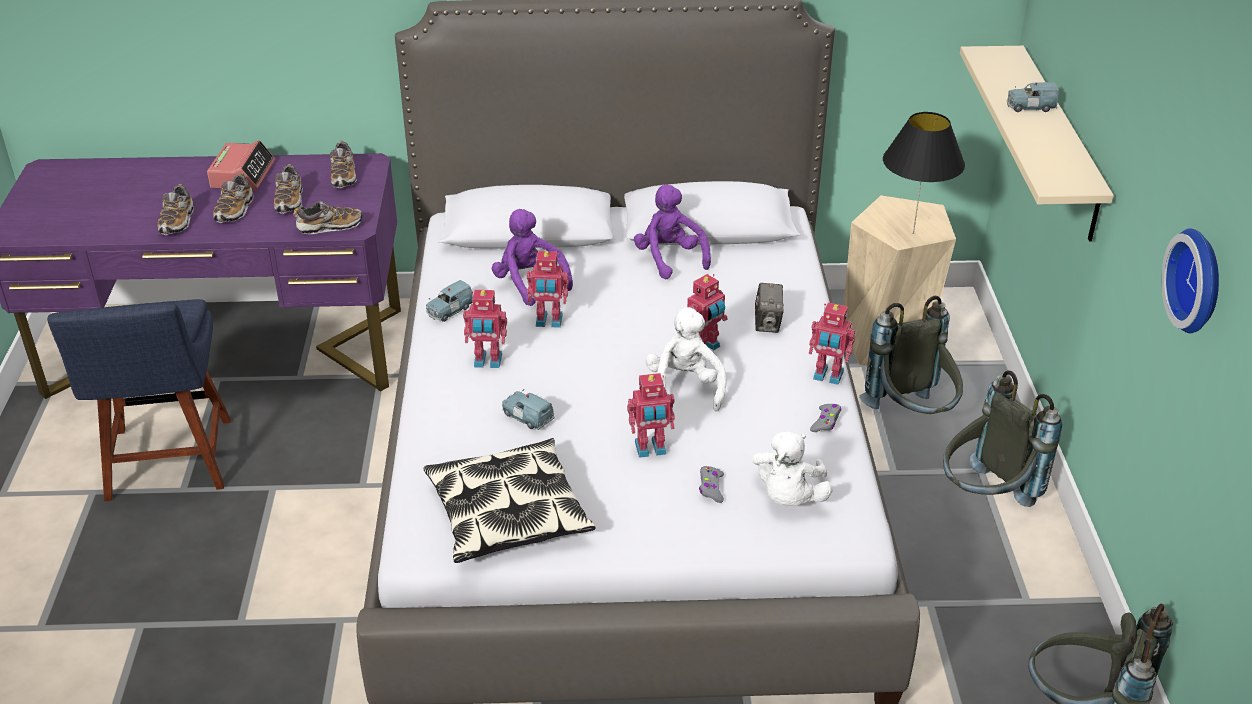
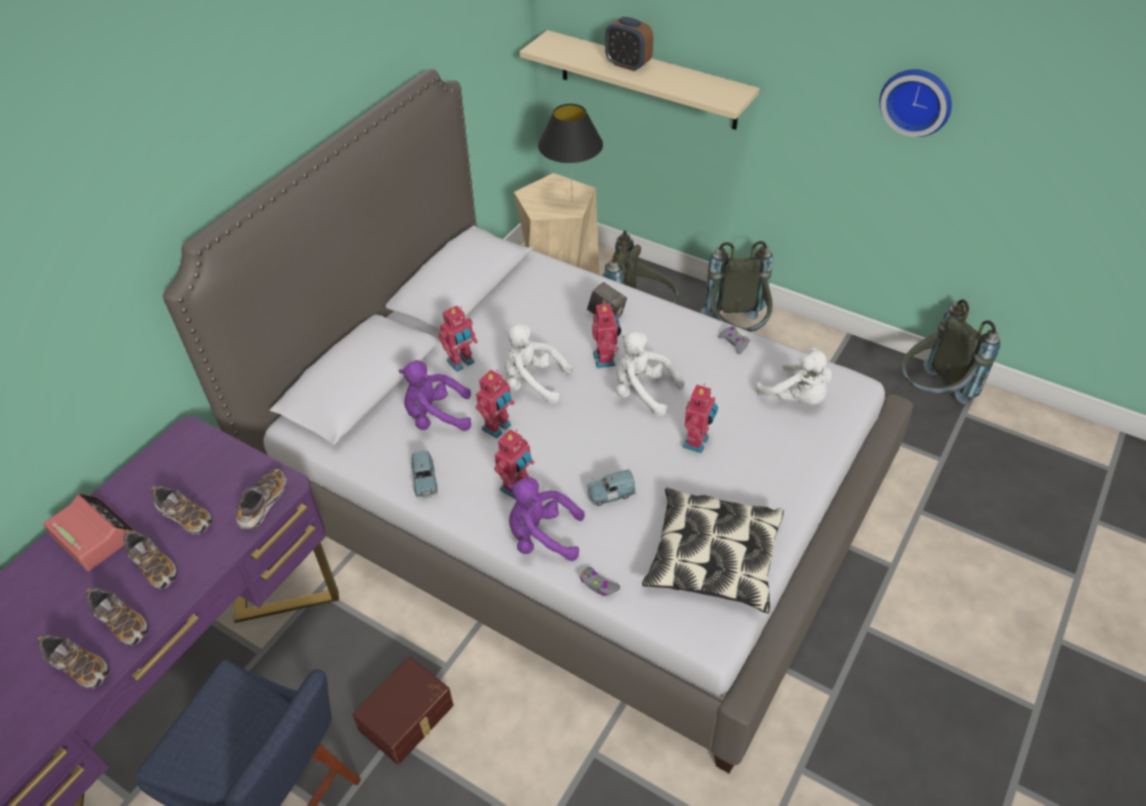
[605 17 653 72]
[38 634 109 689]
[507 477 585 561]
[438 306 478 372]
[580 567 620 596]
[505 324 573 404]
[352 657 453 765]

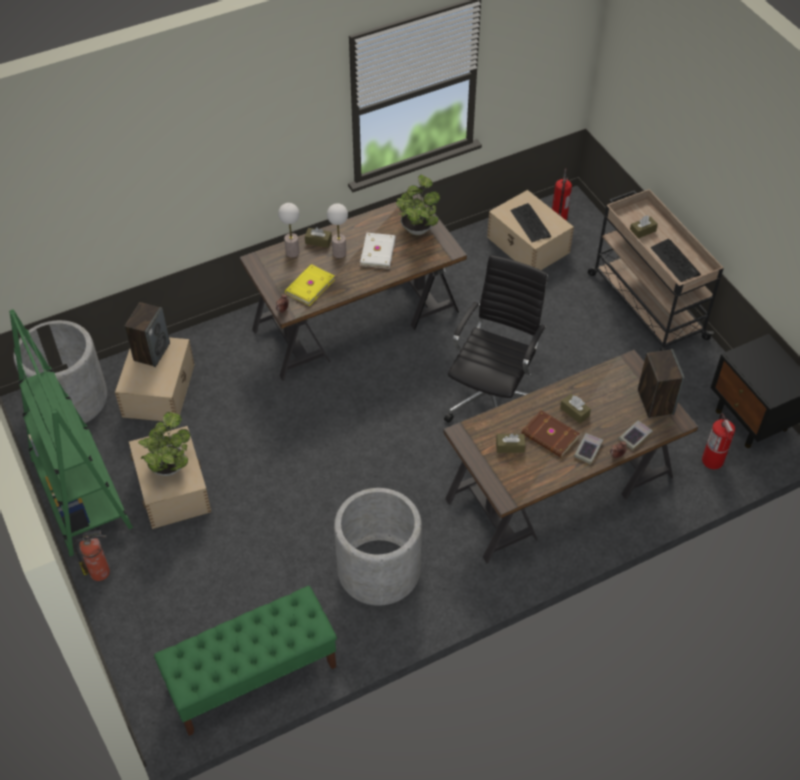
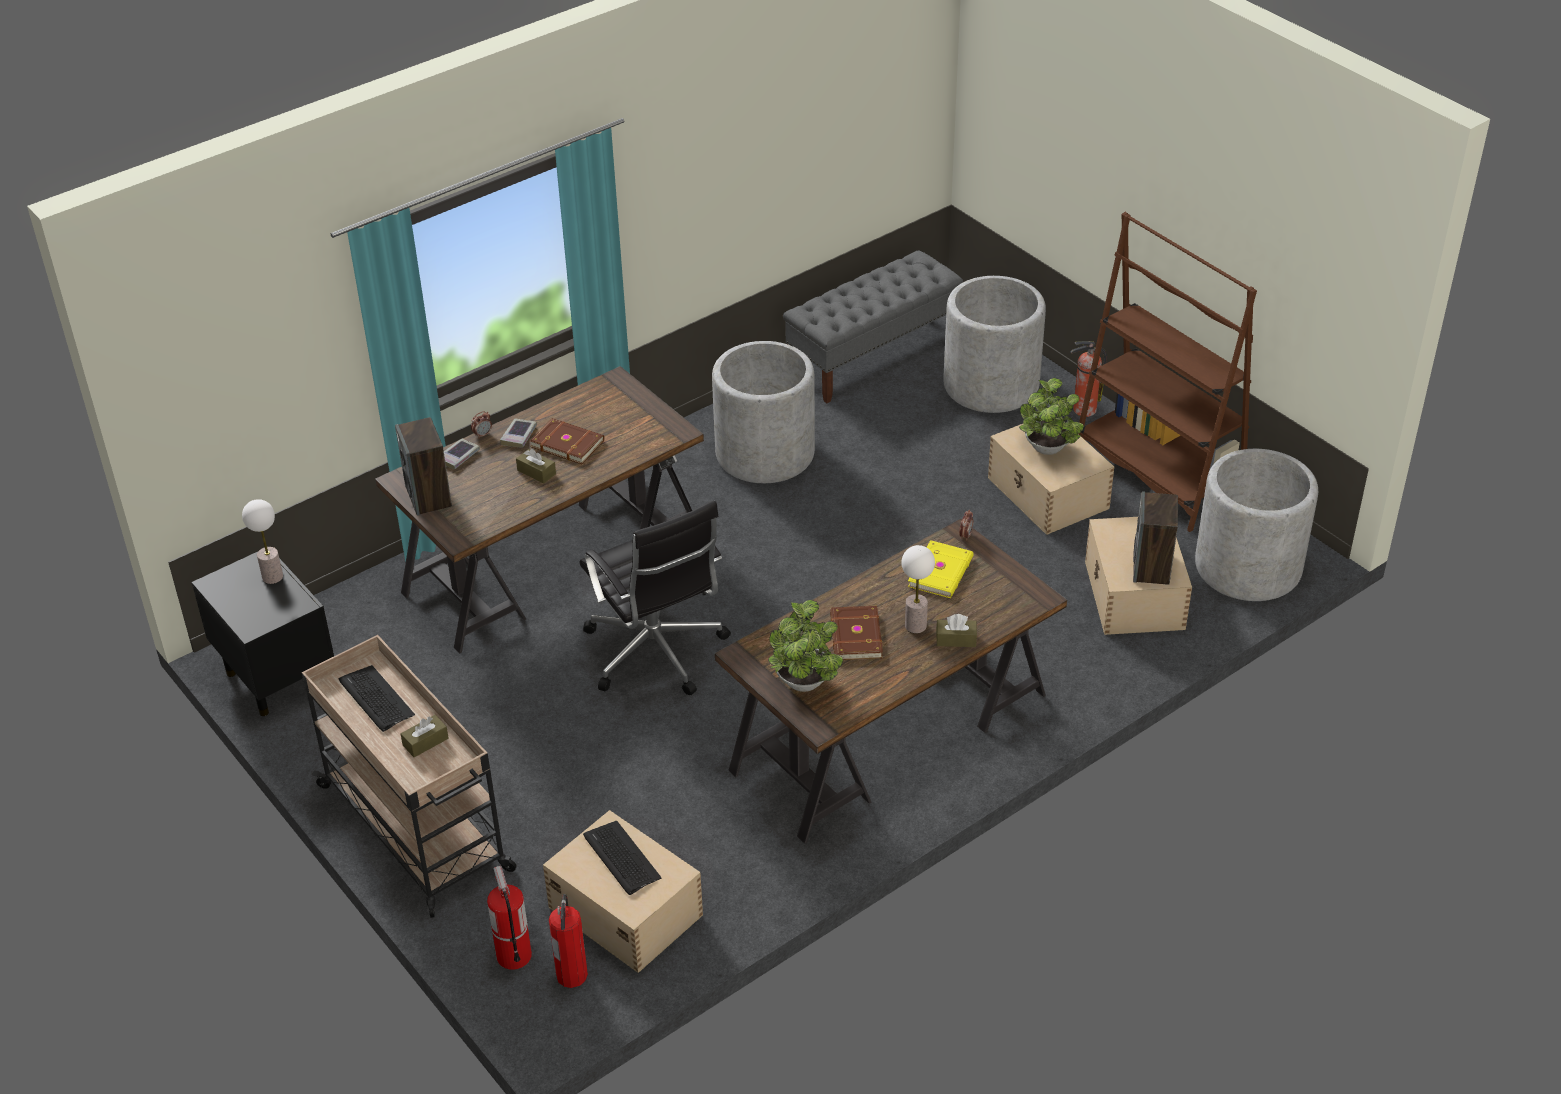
[242 499 283 584]
[830 606 883 660]
[580 500 731 695]
[1079 212 1257 532]
[487 866 532 970]
[496 434 526 453] (first image)
[783 250 963 403]
[943 276 1046 413]

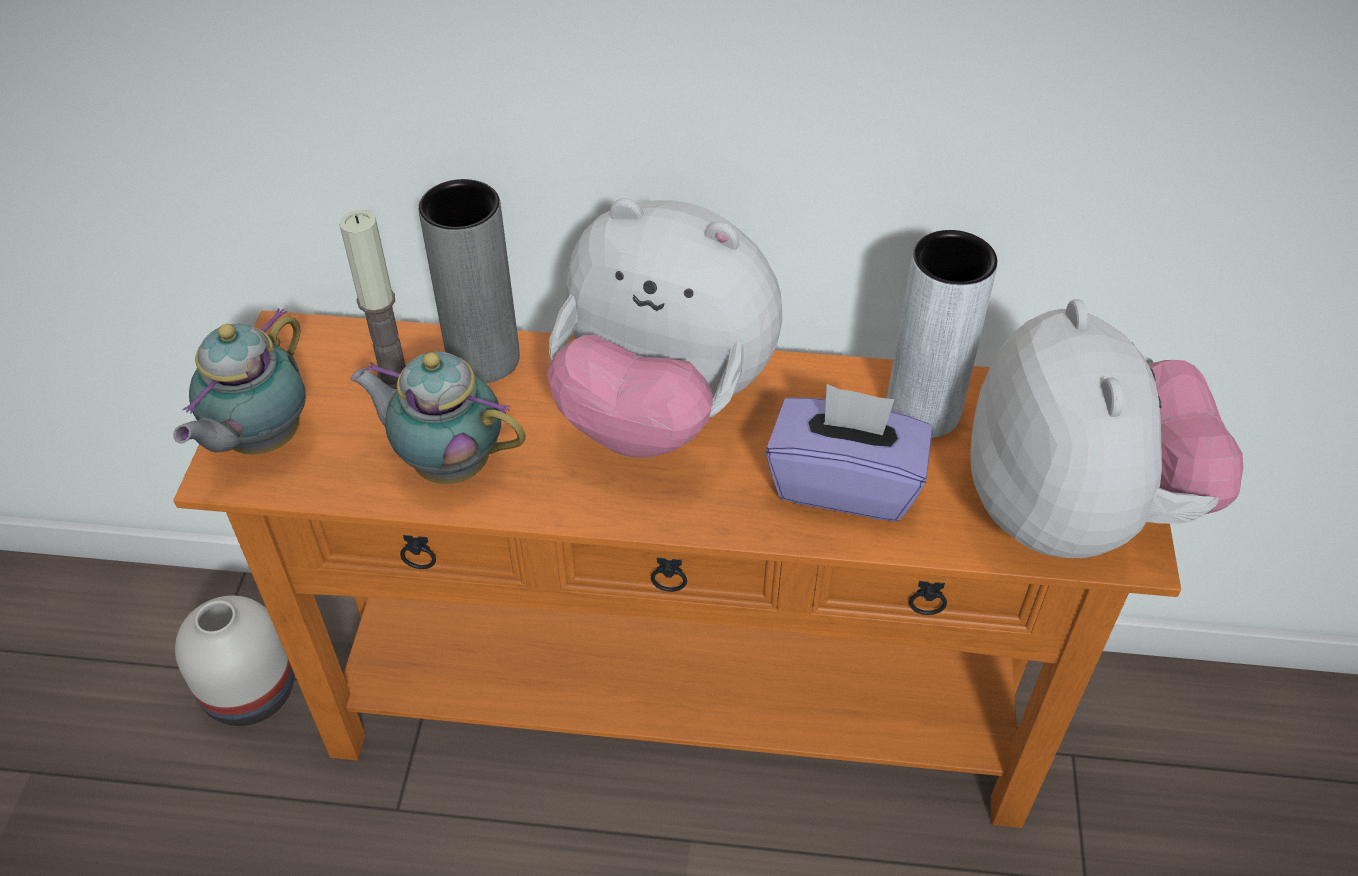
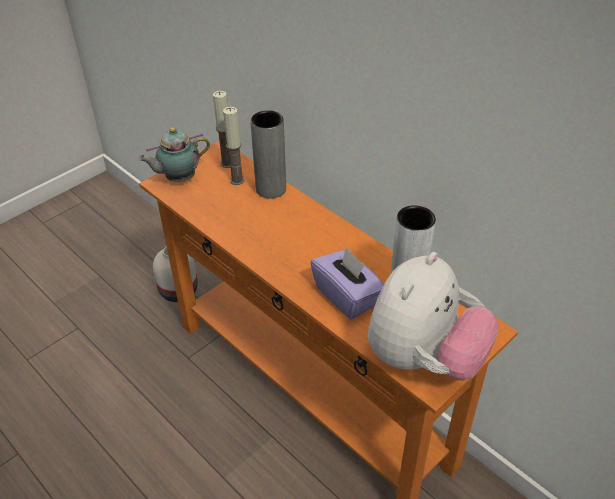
[547 198 783 458] (first image)
[351 351 526 484] (first image)
[213 91 230 168]

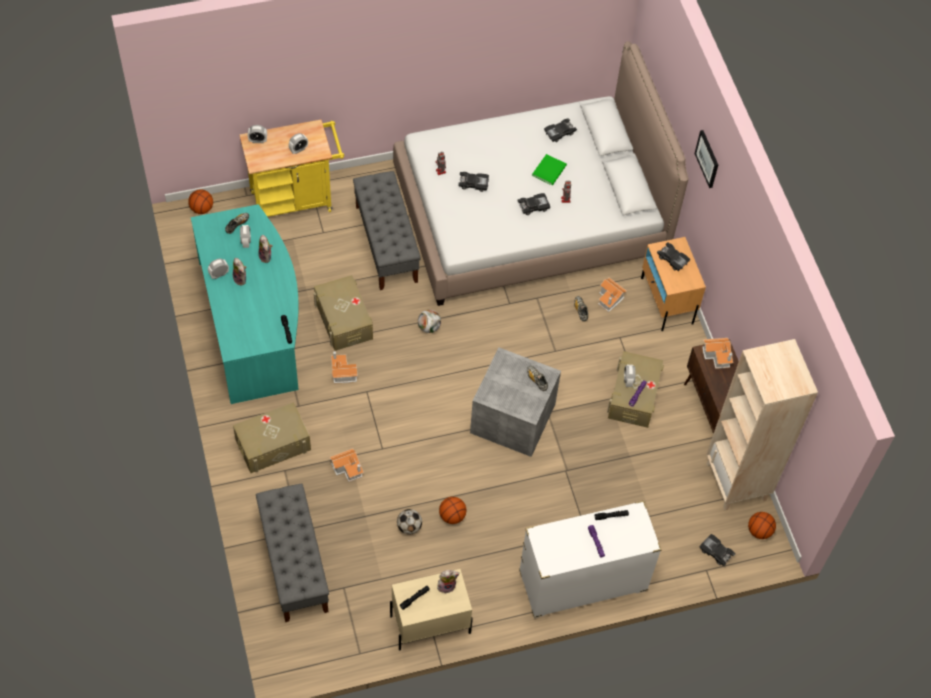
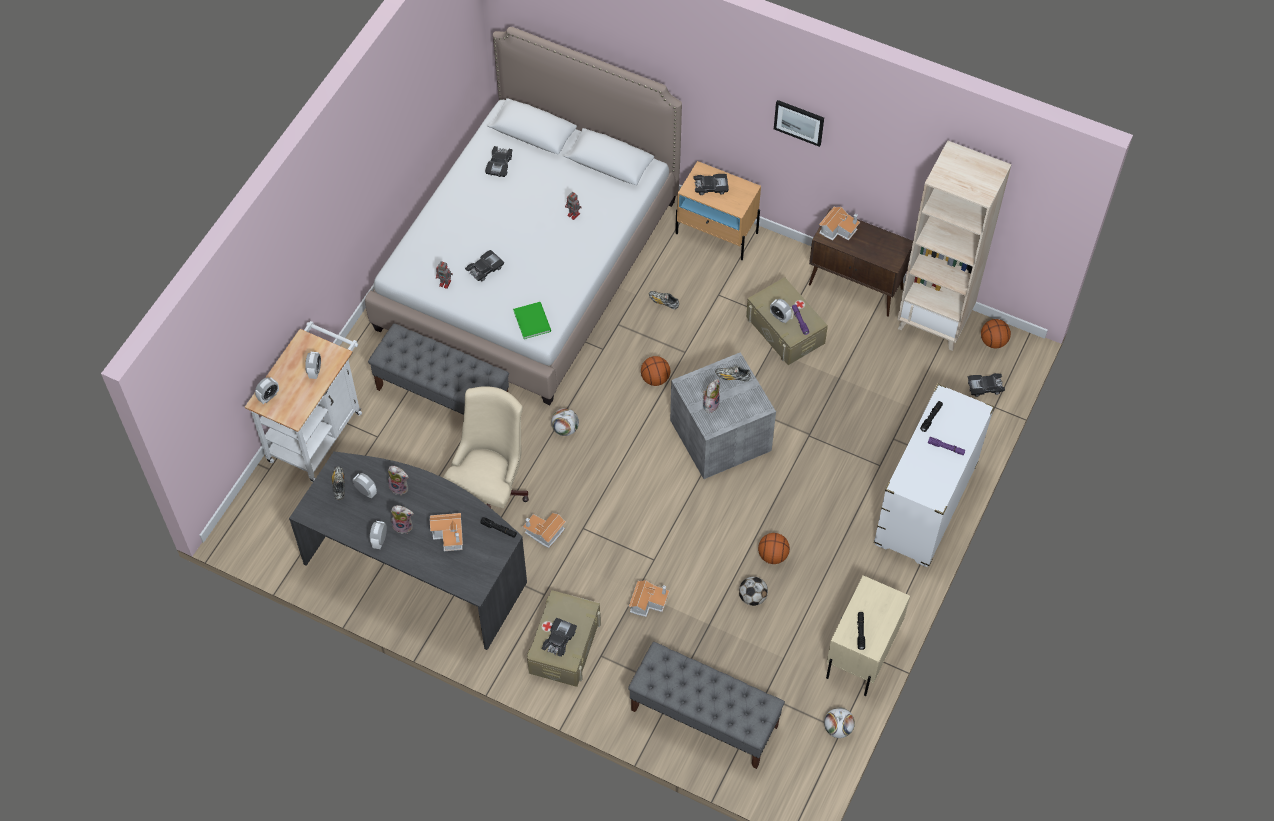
[245 321 362 482]
[774 100 824 147]
[513 302 551 339]
[641 356 670 386]
[541 618 577 657]
[289 451 527 650]
[443 386 529 508]
[430 513 463 551]
[703 379 720 413]
[824 707 855 738]

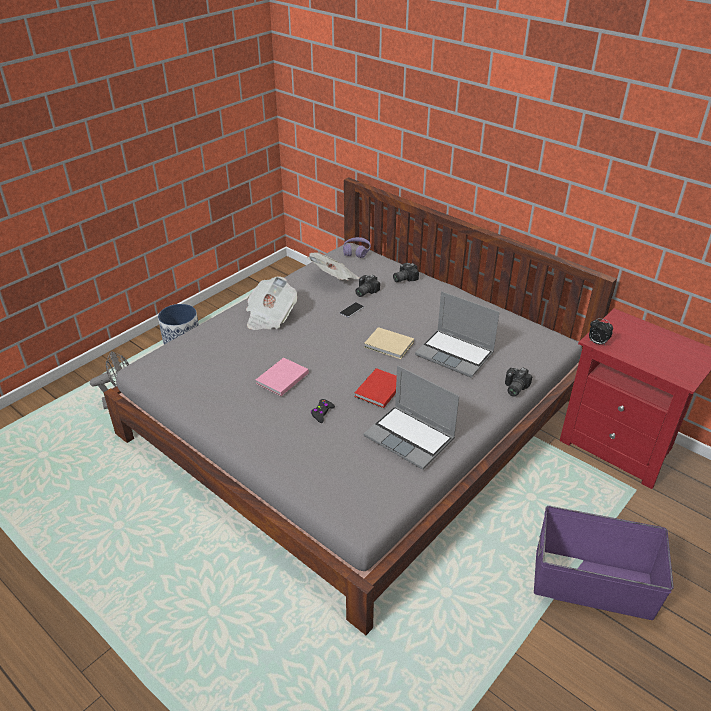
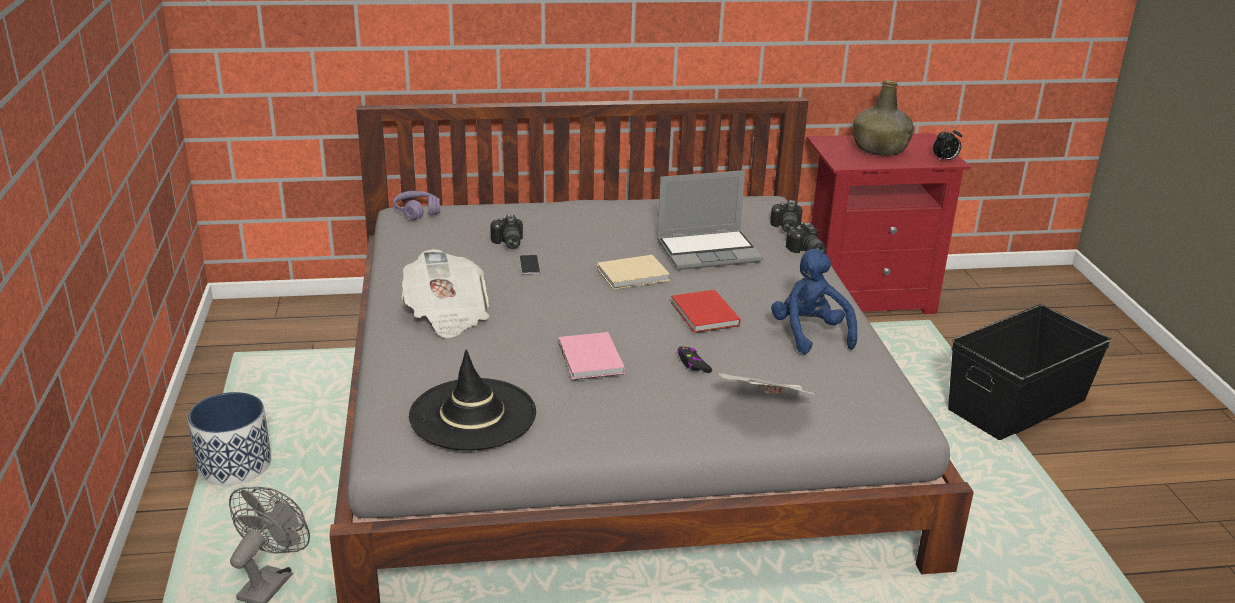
[719 373 816 395]
[770 200 803 233]
[933 126 962 162]
[771 249 857 354]
[948 304 1111 440]
[853 80 914 156]
[409 350 536 451]

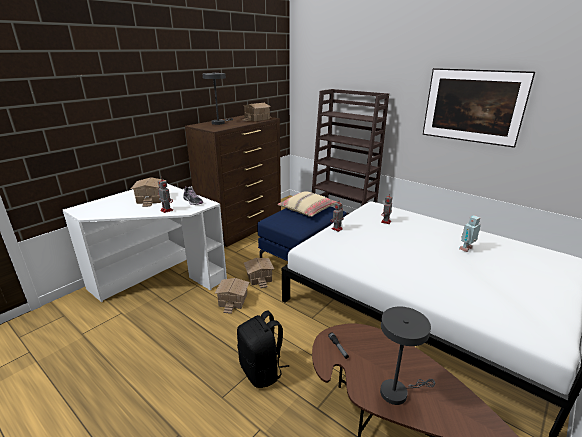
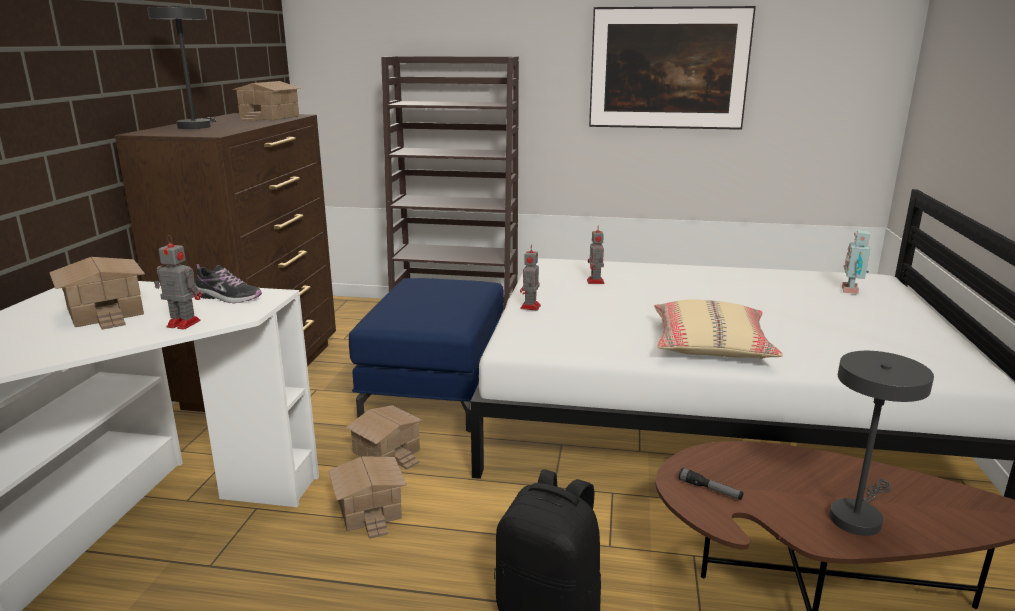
[654 300 783 359]
[842 230 870 294]

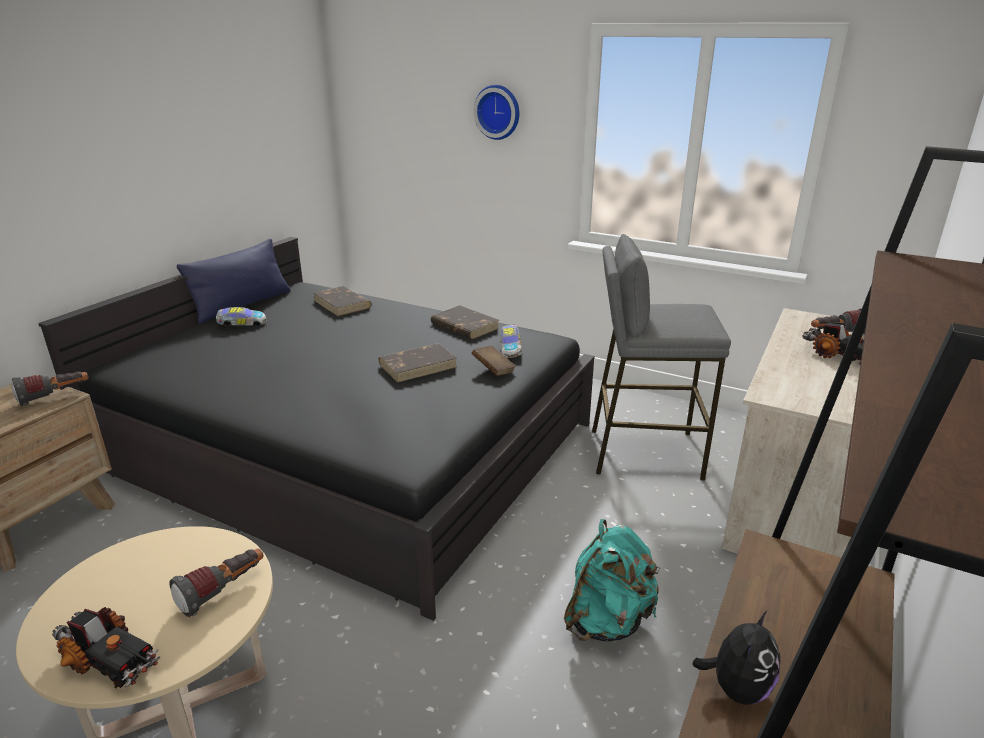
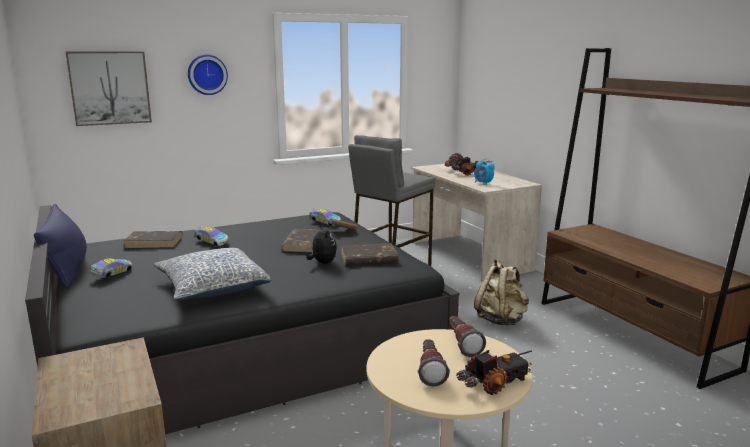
[341 243 399 265]
[418 339 450 387]
[474 258 529 325]
[307 225 337 264]
[66 51 152 126]
[474 159 495 185]
[194 226 229 247]
[153 248 271 300]

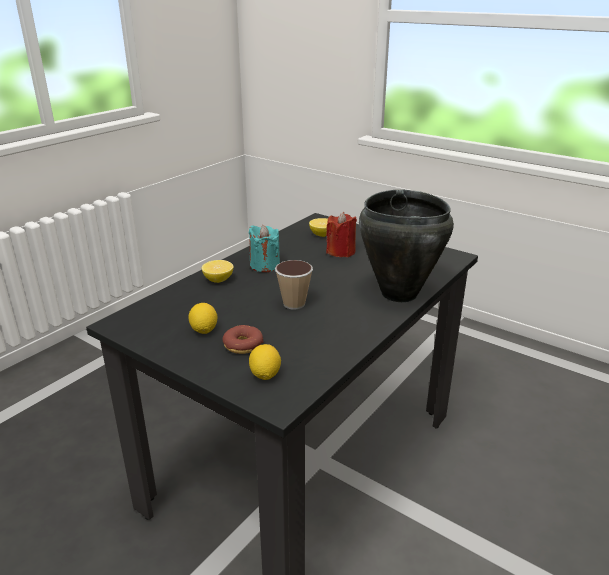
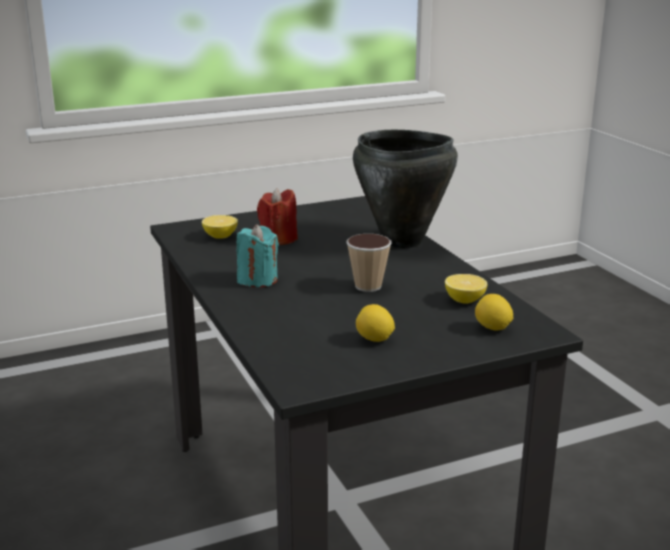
[445 274 487 304]
[223 325 264 354] (first image)

